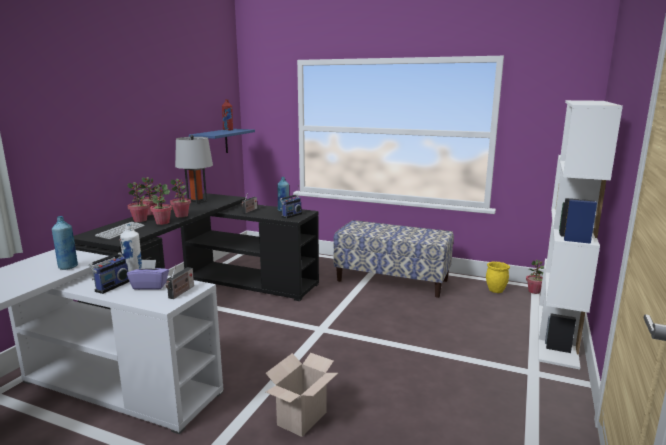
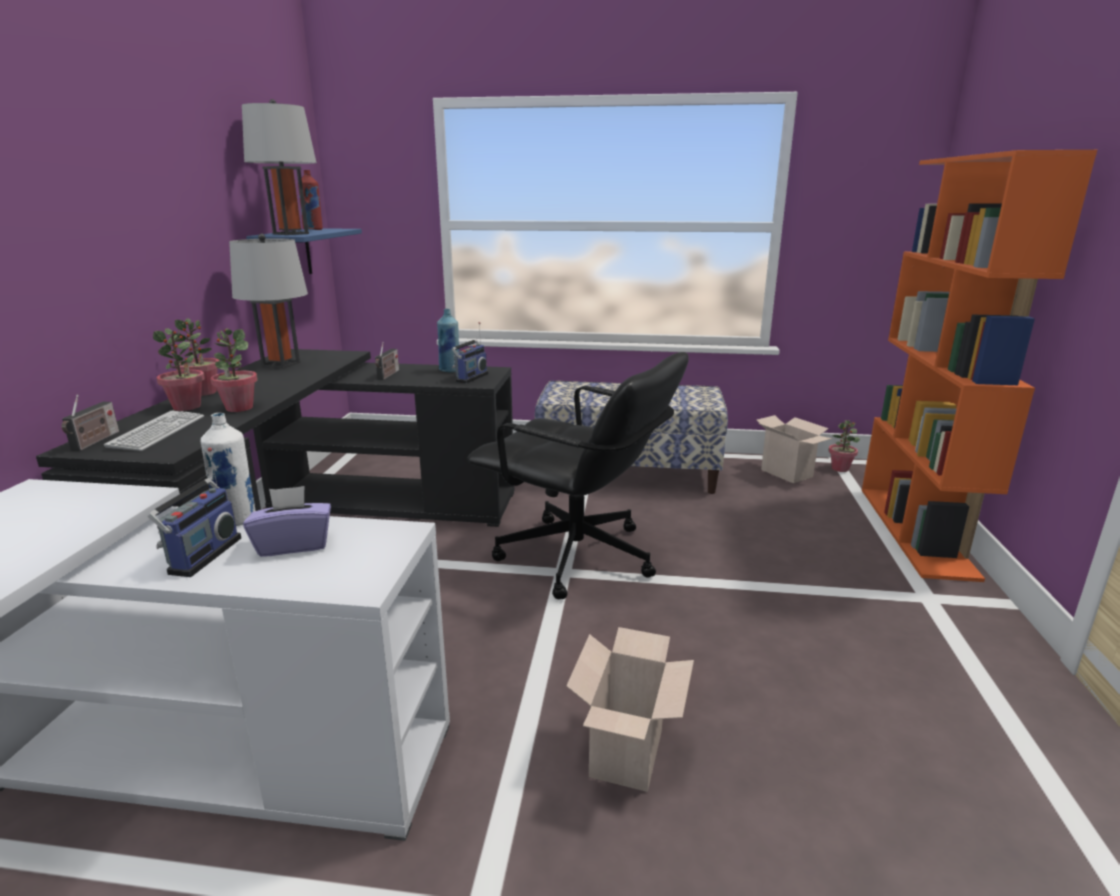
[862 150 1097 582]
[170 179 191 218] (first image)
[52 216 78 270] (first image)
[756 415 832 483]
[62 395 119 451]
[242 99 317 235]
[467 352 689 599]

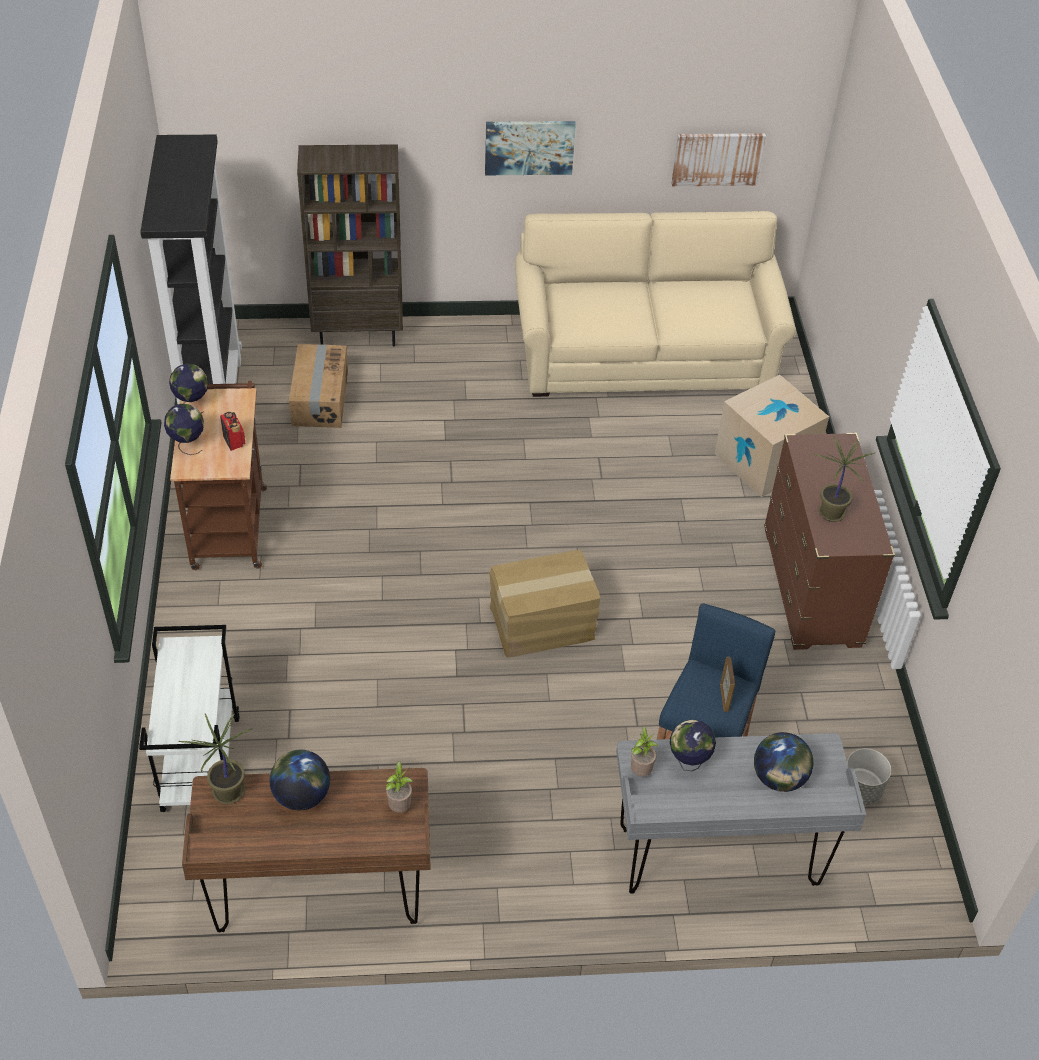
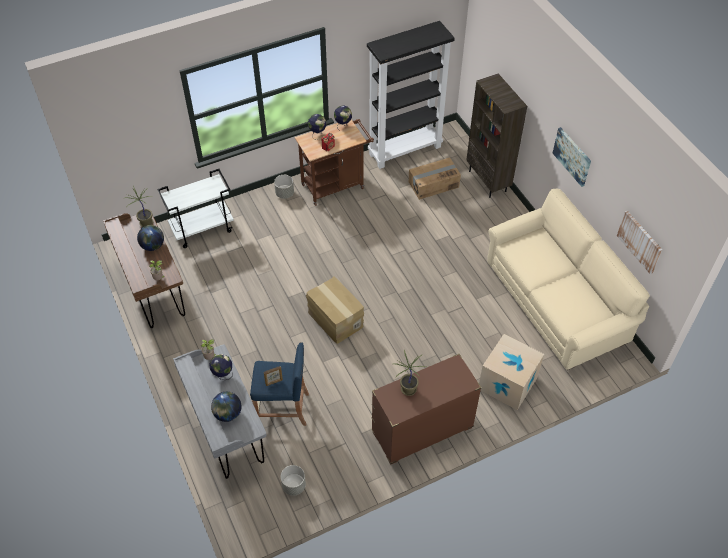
[274 175 294 199]

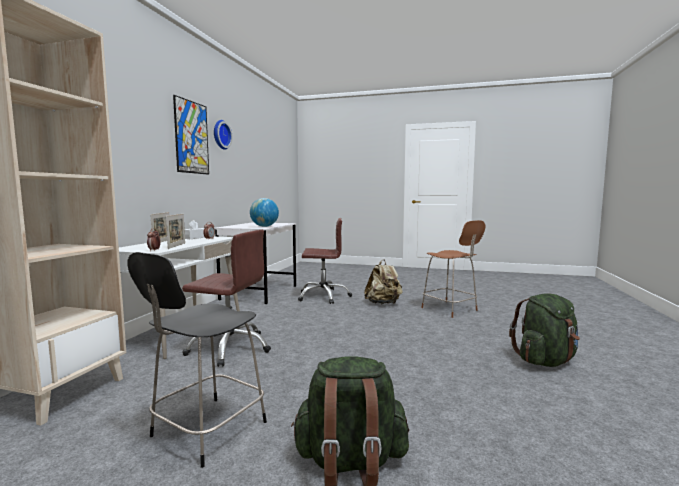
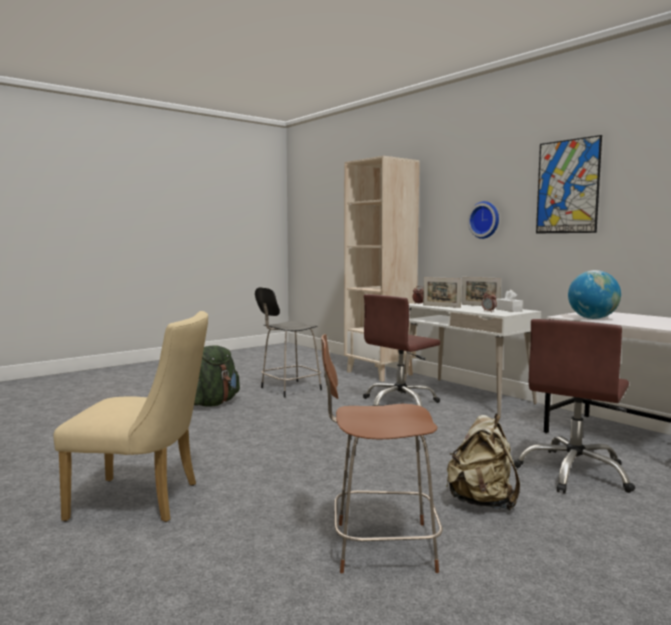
[467 201 499 239]
[255 287 322 397]
[53 311 208 522]

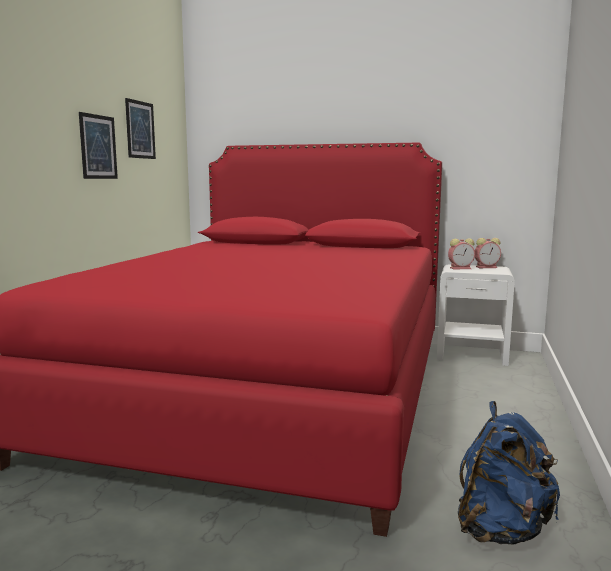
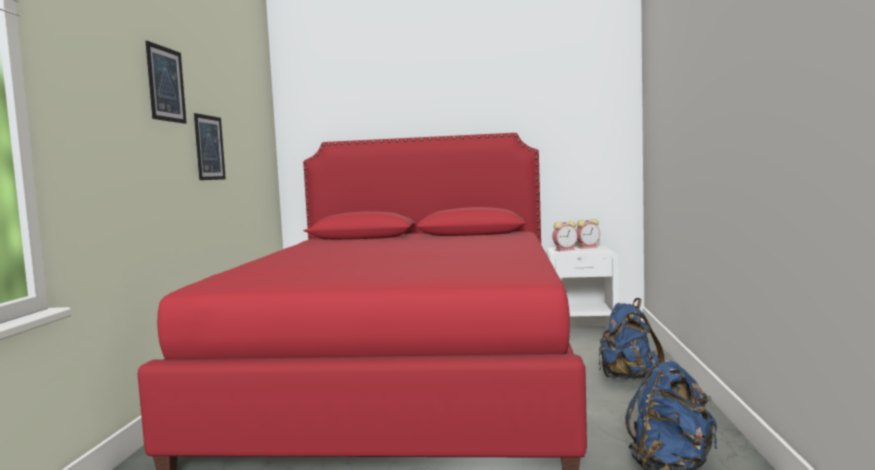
[145 41 187 123]
[599 298 665 380]

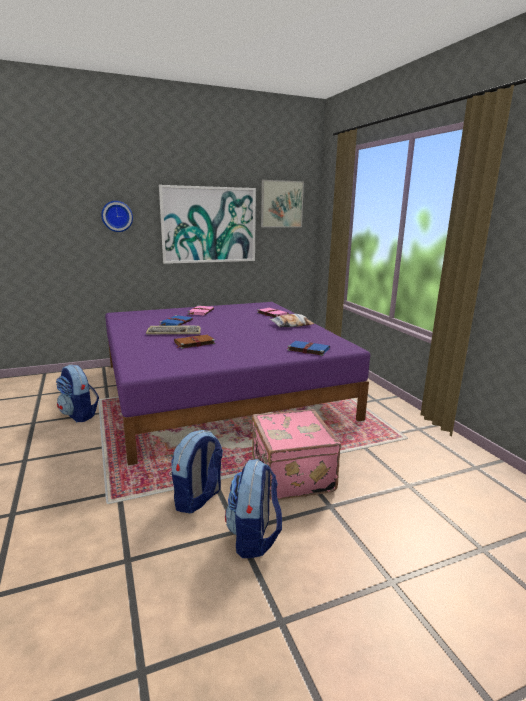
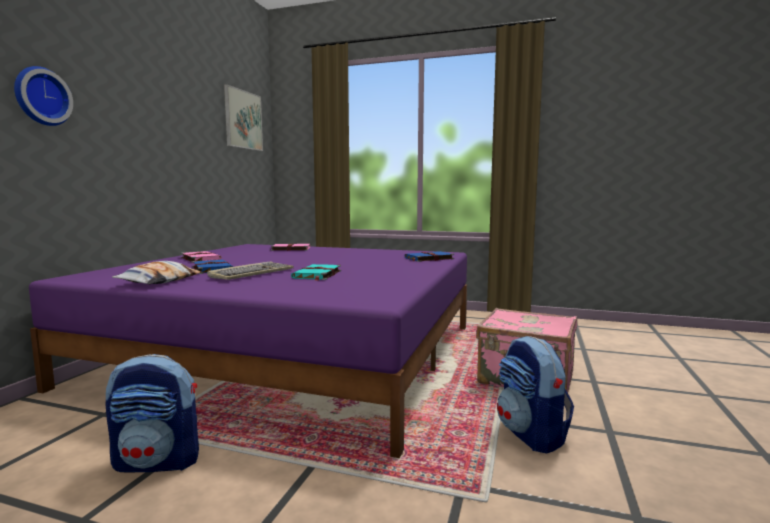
[159 185 256 264] (first image)
[112 261 201 285]
[291 264 341 281]
[225 459 282 558] (first image)

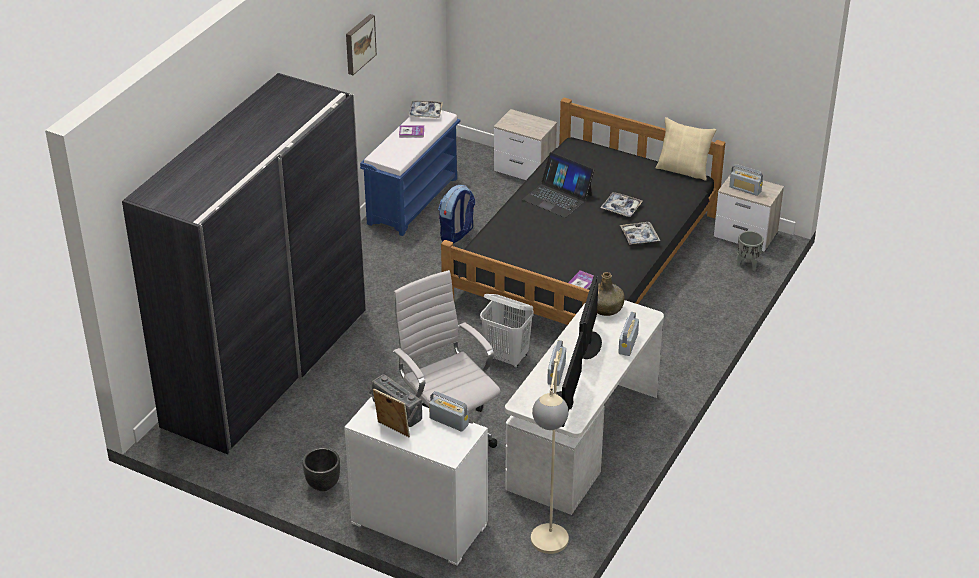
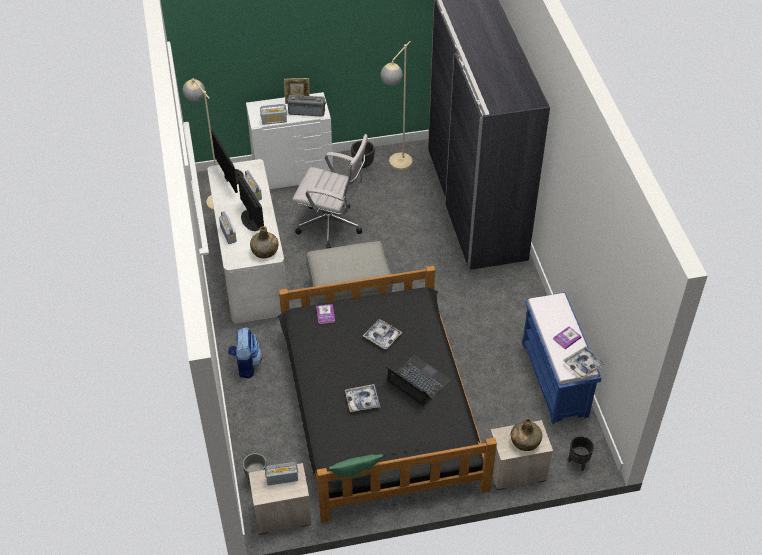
[346 14 377 75] (first image)
[329 454 383 482]
[385 355 451 407]
[228 327 263 379]
[363 319 402 349]
[306 241 393 304]
[380 41 412 170]
[511 418 542 451]
[568 436 594 471]

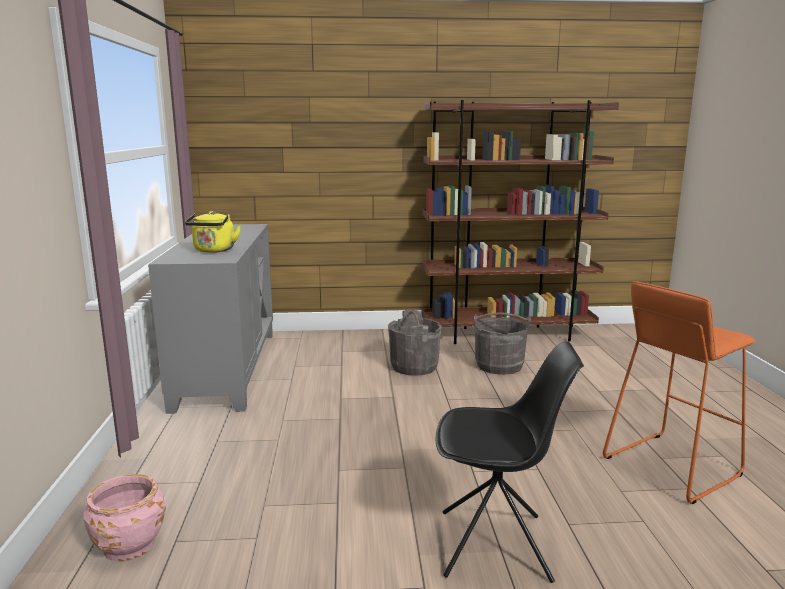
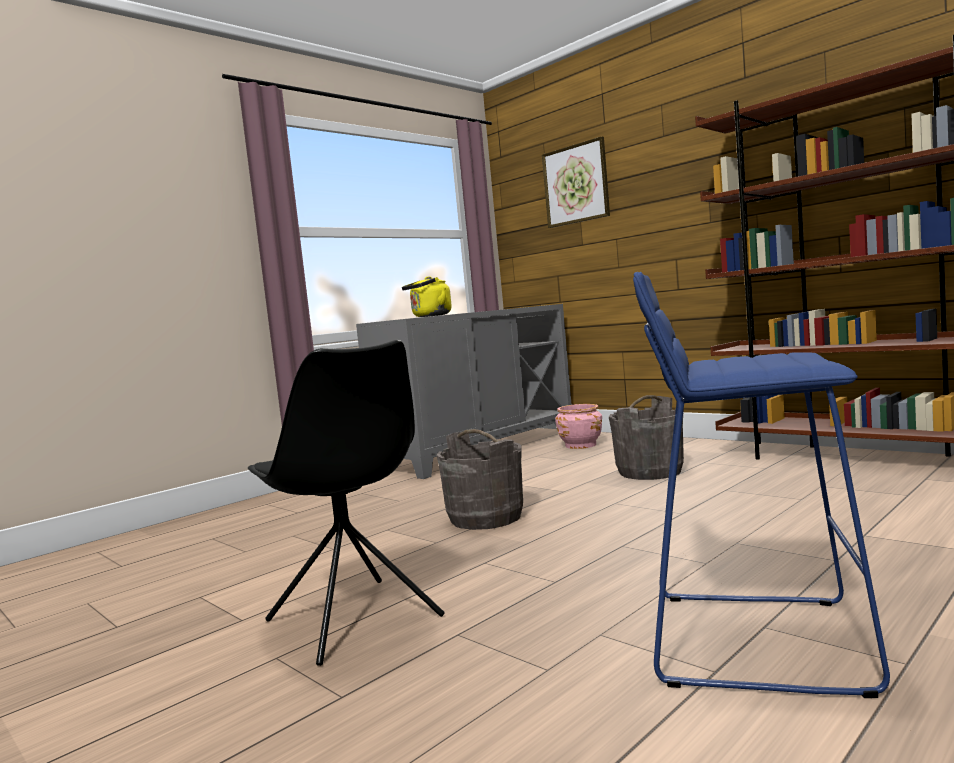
[633 272 890 698]
[437 429 523 530]
[555 404 602 449]
[542 136 610 228]

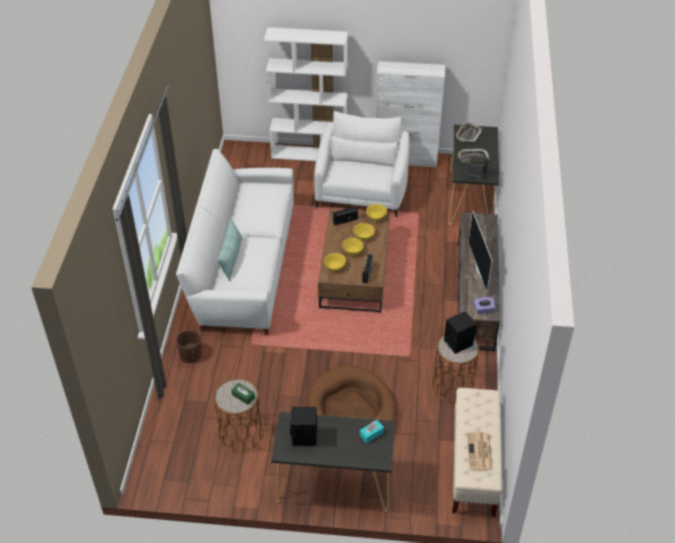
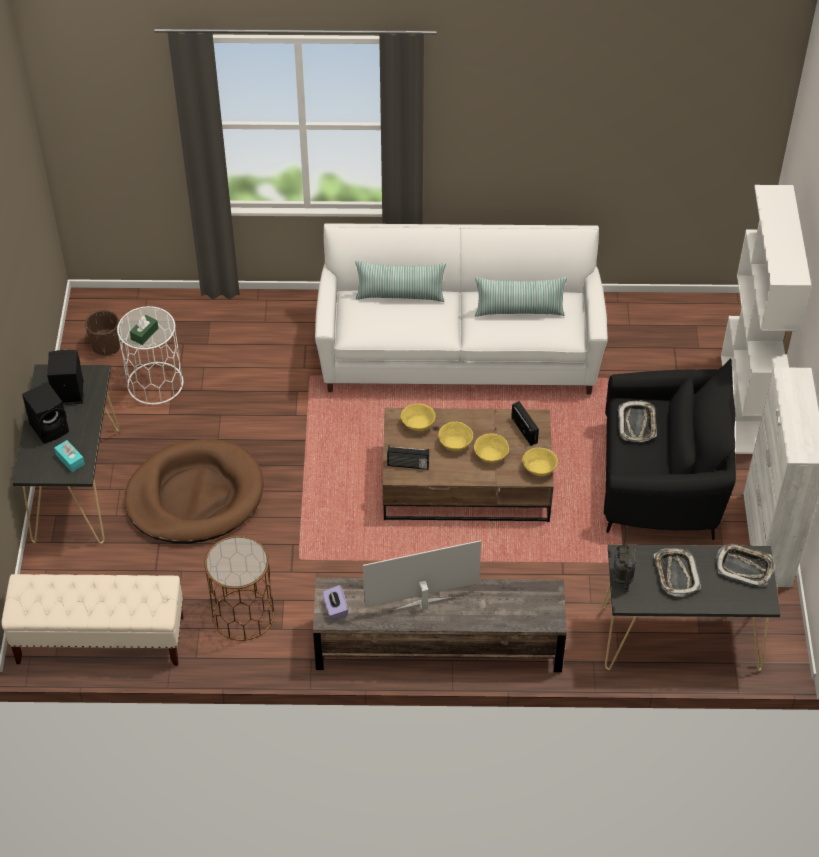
[604 358 736 540]
[22 382 69 444]
[85 310 121 356]
[117 306 183 405]
[467 432 493 470] (first image)
[475 277 567 317]
[618 401 657 442]

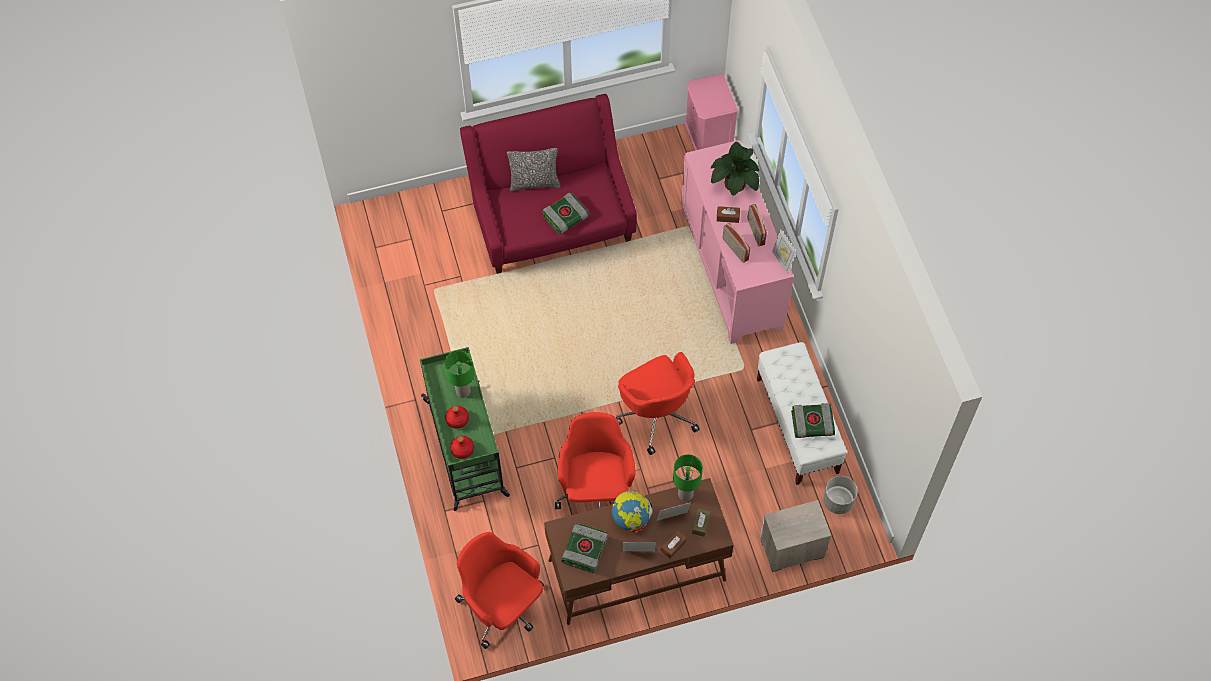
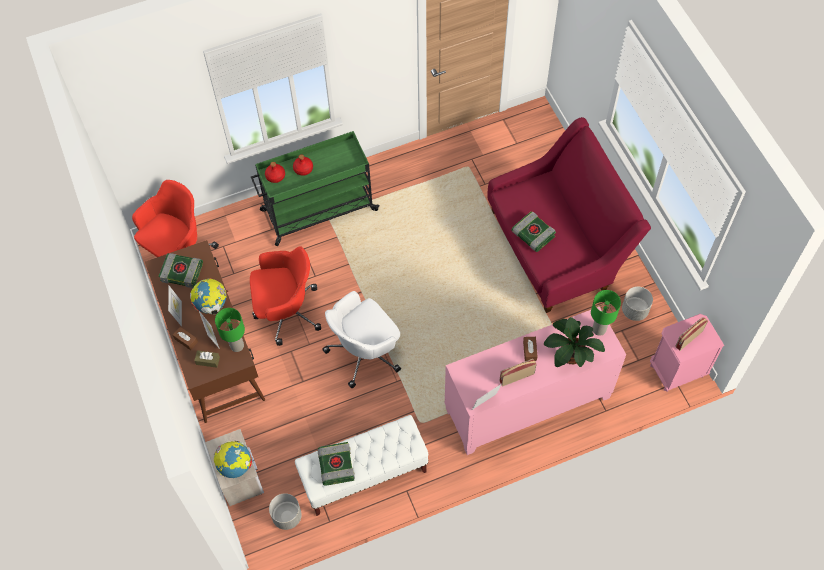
[507 148 560 191] (first image)
[675 317 708 351]
[591 290 621 336]
[322 291 401 388]
[622 287 653 321]
[214 441 252 478]

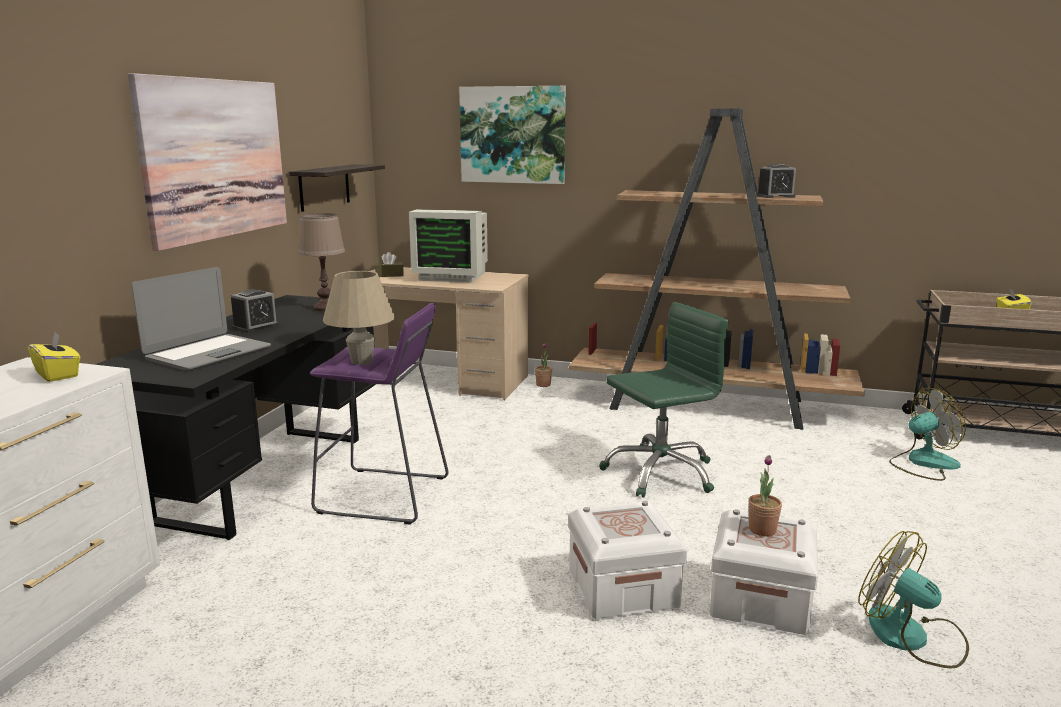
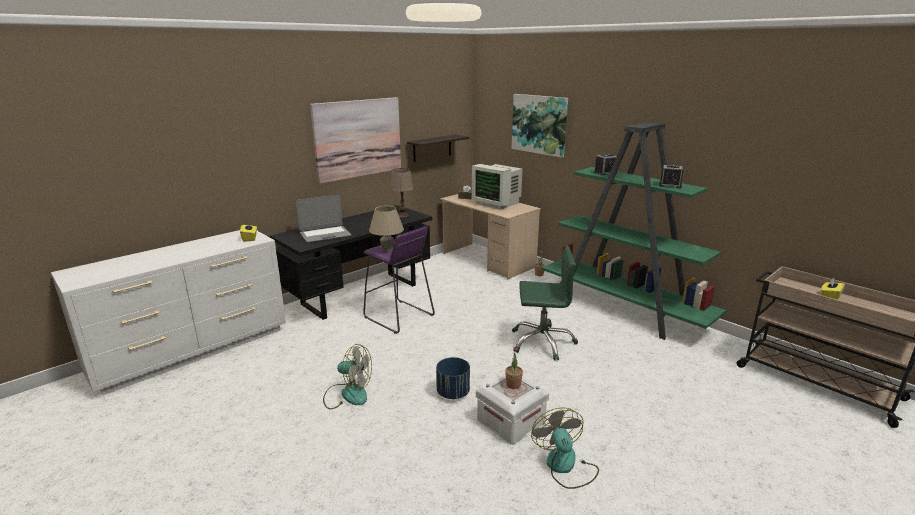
[542 122 726 340]
[594 153 617 175]
[323 344 372 409]
[436 357 470 399]

